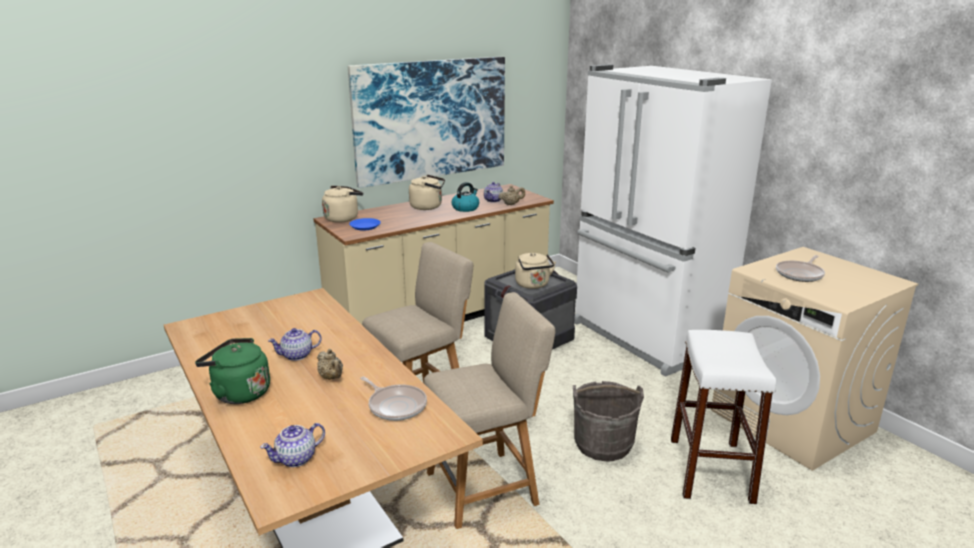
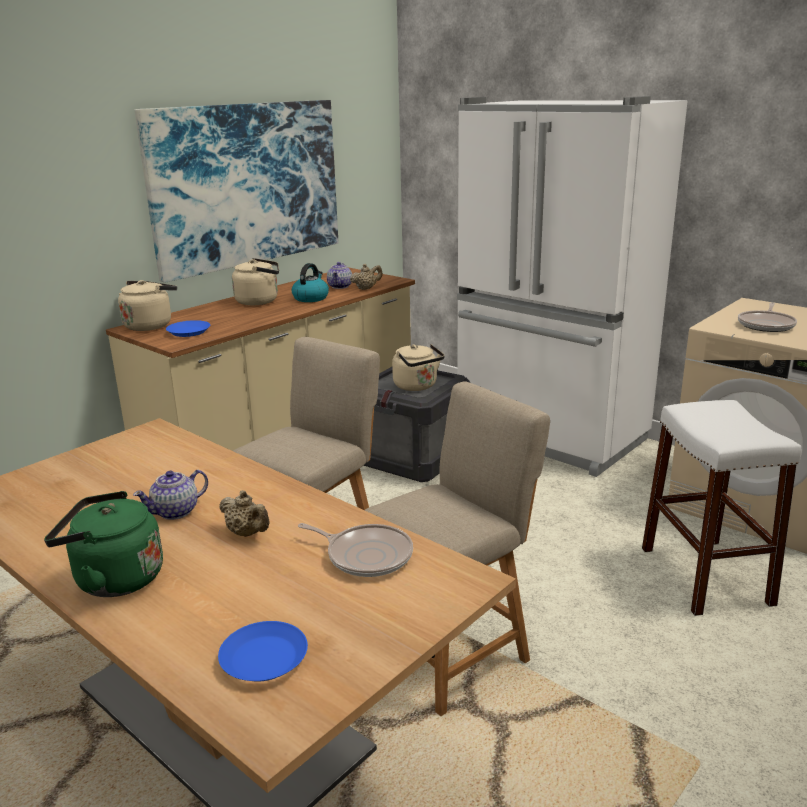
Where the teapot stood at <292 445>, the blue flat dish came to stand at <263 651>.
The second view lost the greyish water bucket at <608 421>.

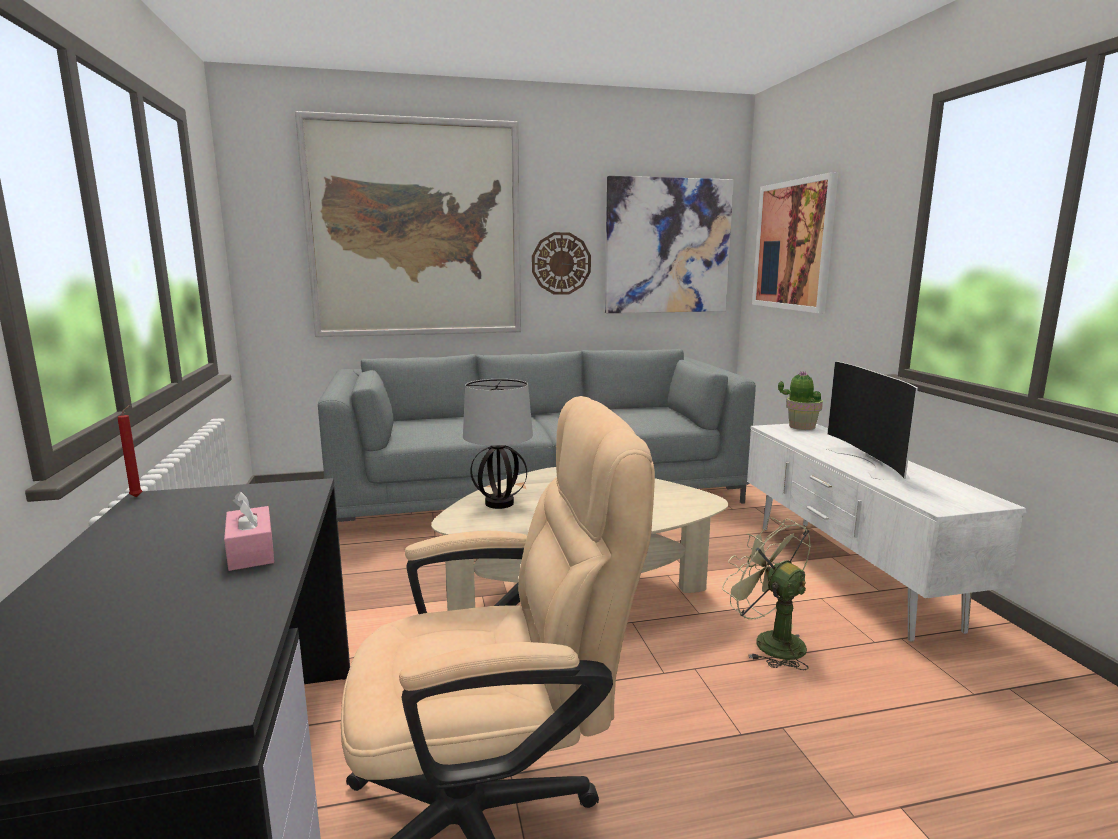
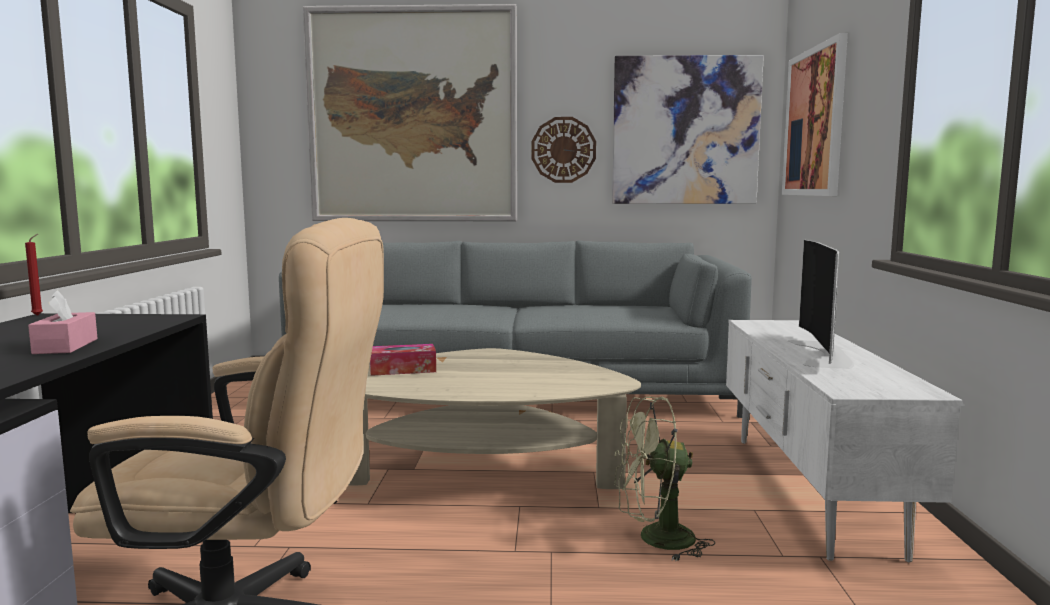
Where the lamp for a table stood at <498 444>, the tissue box came to stand at <403 360>.
The green fan at <766 593> ended up facing another way, 75 degrees counterclockwise from before.
The second view lost the houseplant at <800 401>.

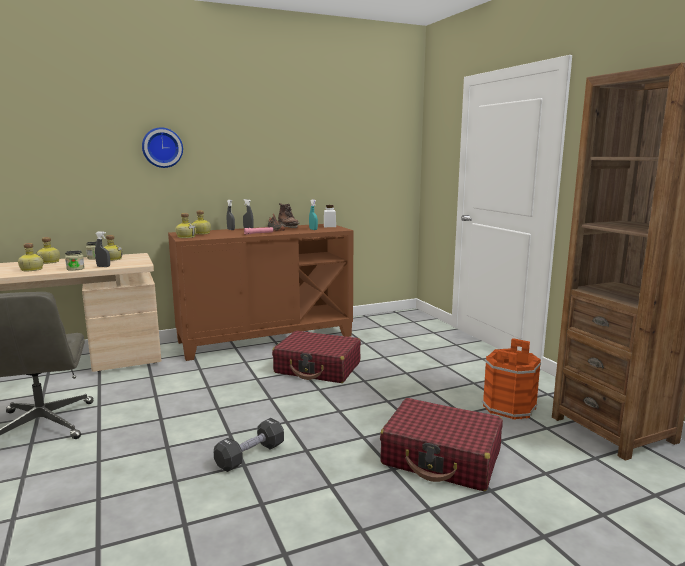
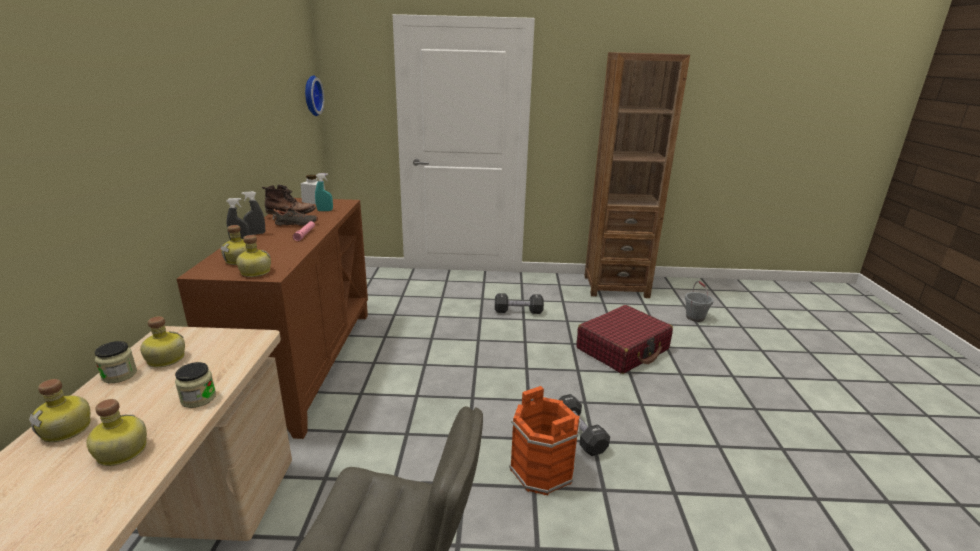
The second view lost the greyish hand sprayer at <102 249>.
The wall clock ended up elsewhere, having gone from <162 147> to <314 95>.
The second view lost the red-coloured travel case at <316 357>.
The orange water bucket ended up elsewhere, having gone from <511 379> to <545 440>.
The second view gained the black-coloured hand weight at <519 303>.
The second view gained the greyish water bucket at <699 301>.

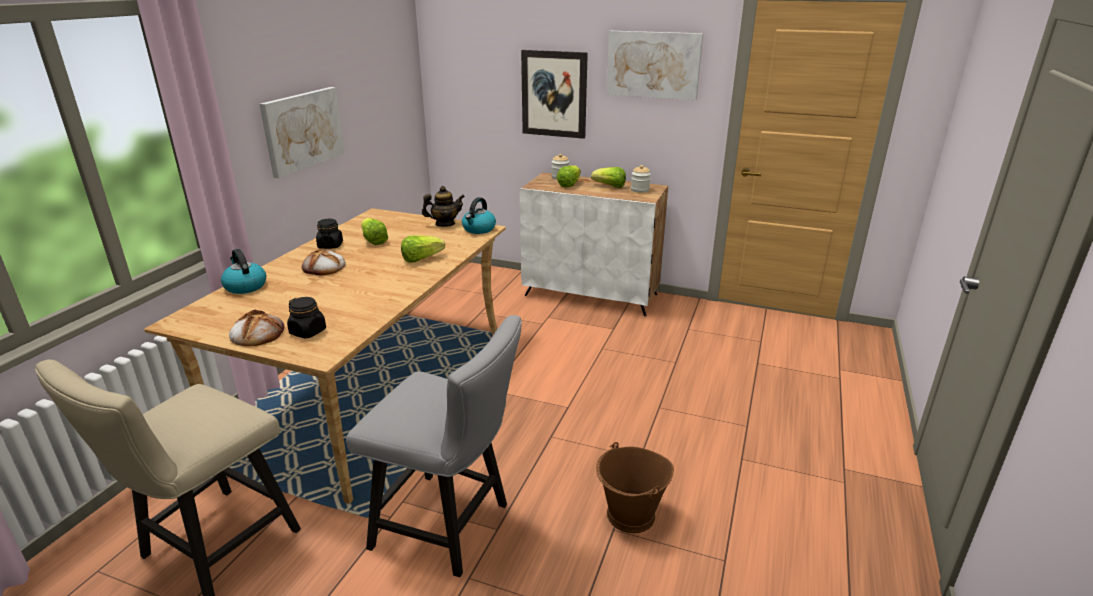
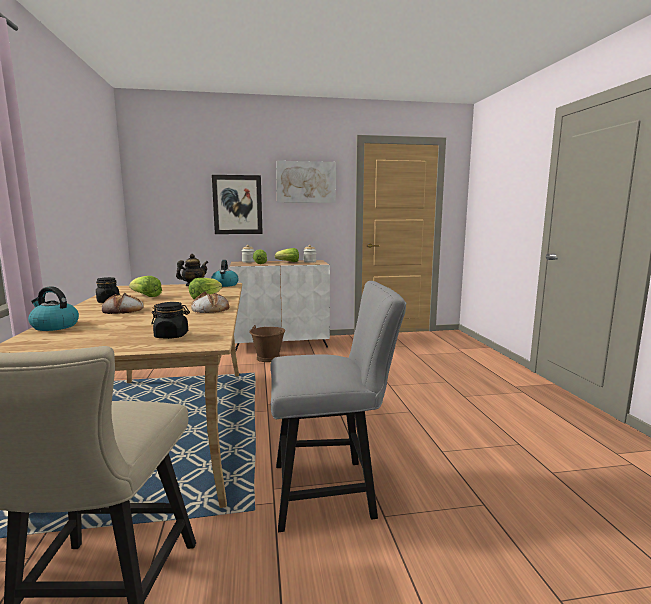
The baked bread ended up elsewhere, having gone from <256 327> to <210 302>.
The second view lost the picture at <302 132>.
The brownish water bucket ended up elsewhere, having gone from <635 487> to <267 343>.

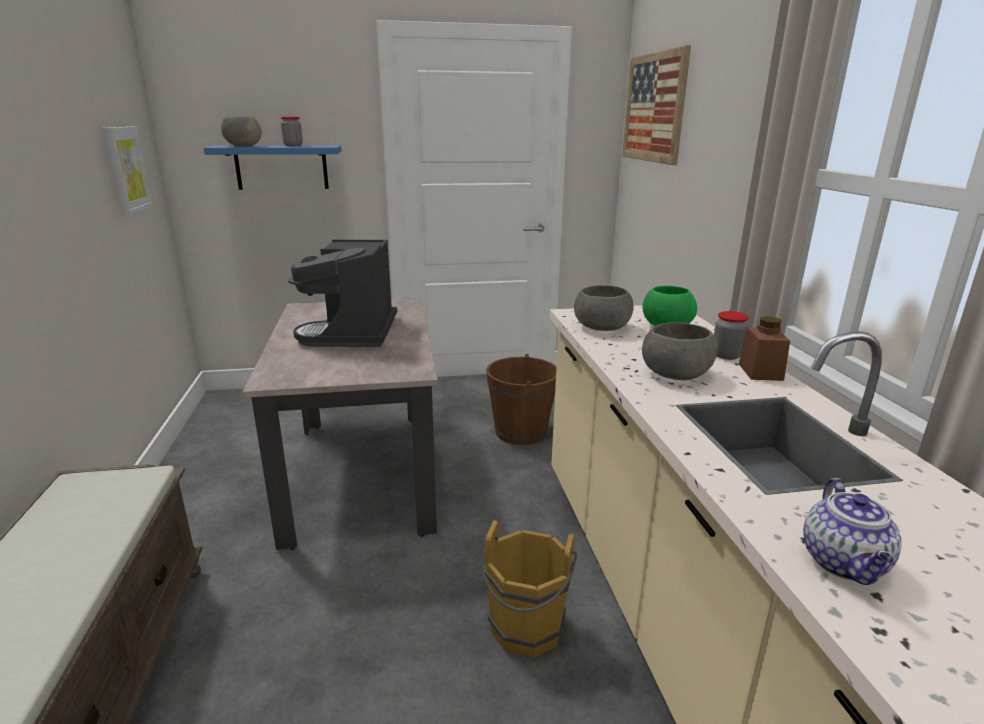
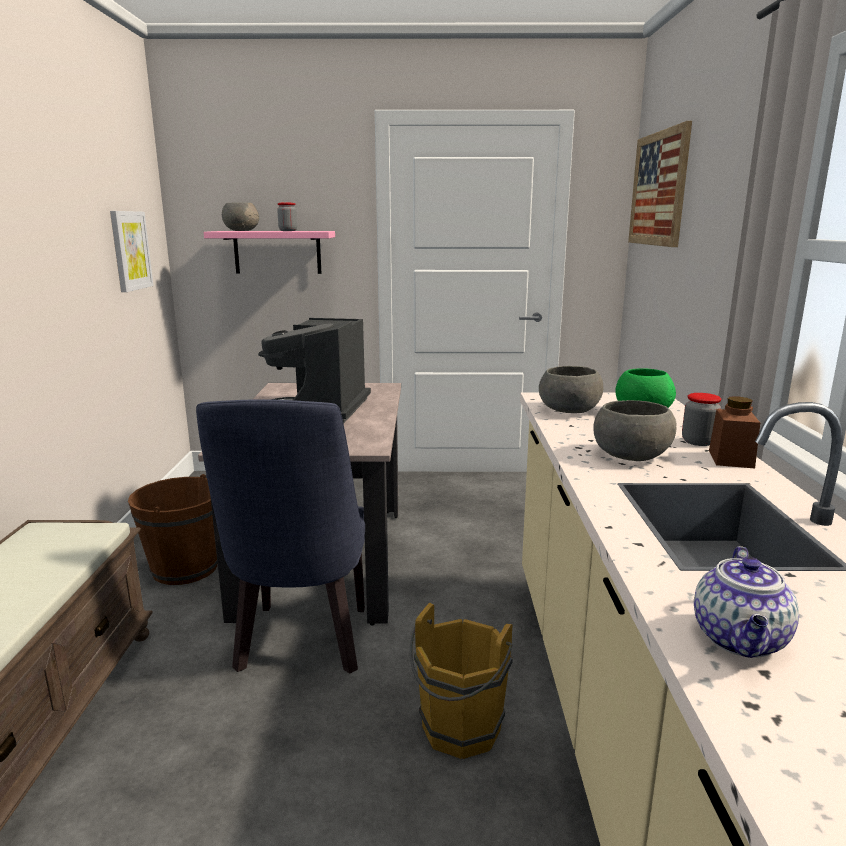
What was the blue bracket shelf at <272 167> turned into the pink-coloured bracket shelf at <269 252>.
The brownish water bucket ended up elsewhere, having gone from <521 399> to <172 529>.
The second view gained the blue chair at <280 536>.

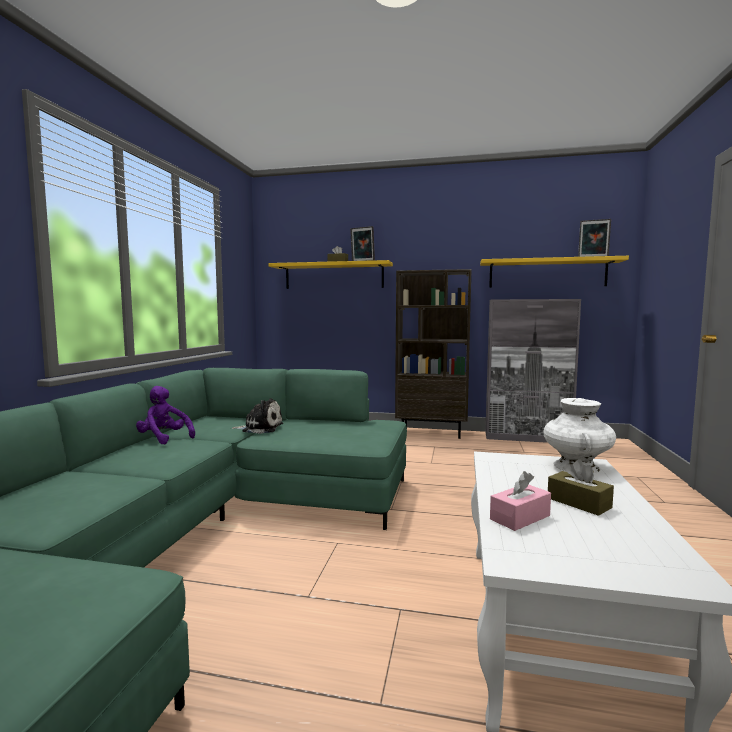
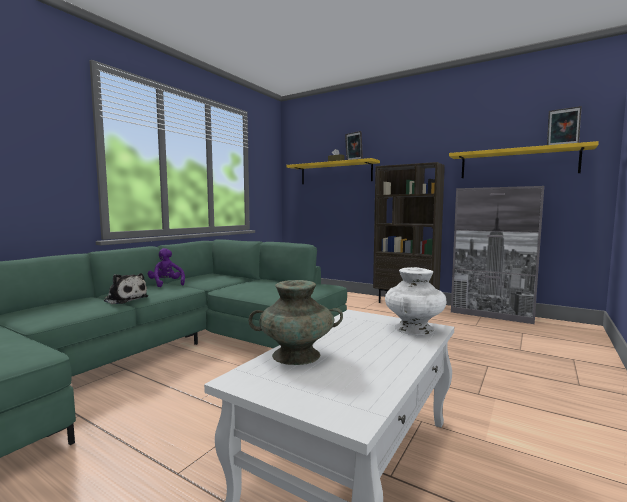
The cuddly toy ended up elsewhere, having gone from <257 416> to <126 288>.
Where the pink-coloured tissue box stood at <520 501>, the blue-green vase came to stand at <295 322>.
The second view lost the brownish tissue box at <581 488>.

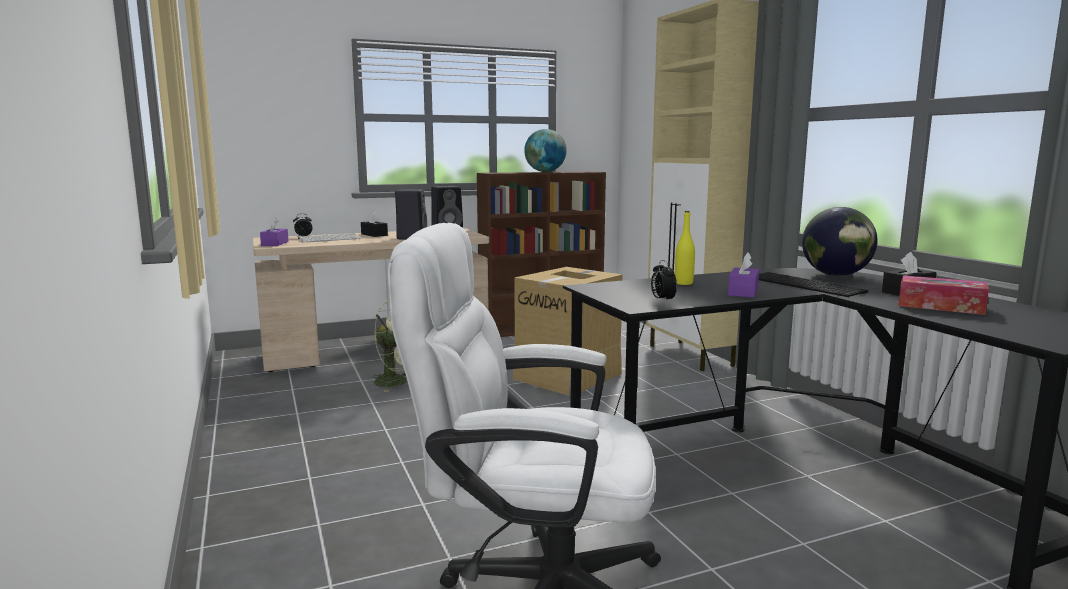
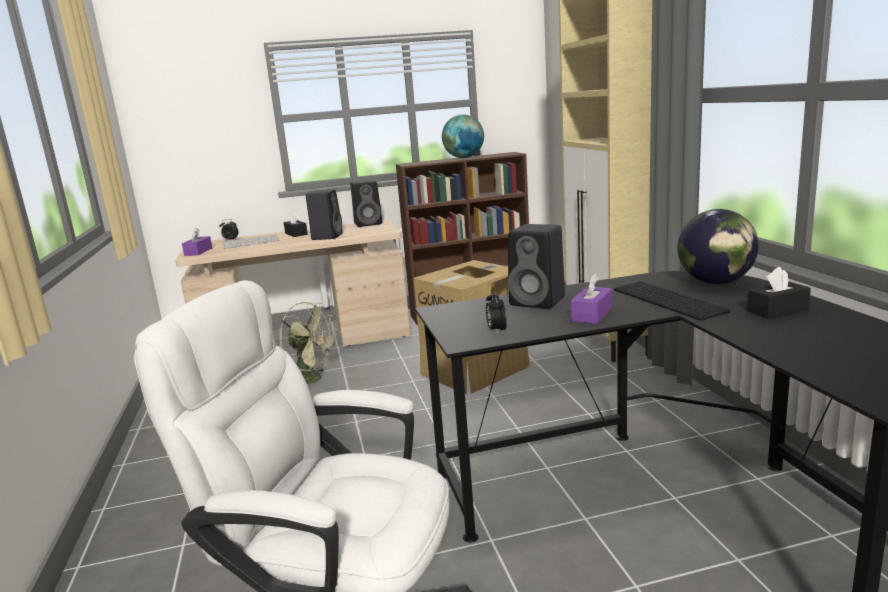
Where the yellow-coloured bottle stood at <685 248>, the black-coloured loudspeaker came to stand at <536 266>.
The second view lost the tissue box at <943 295>.

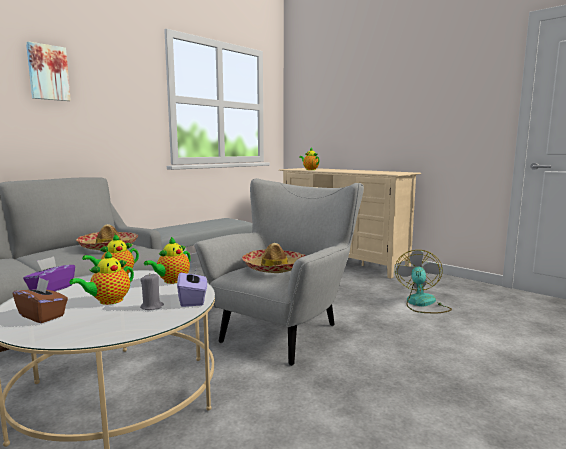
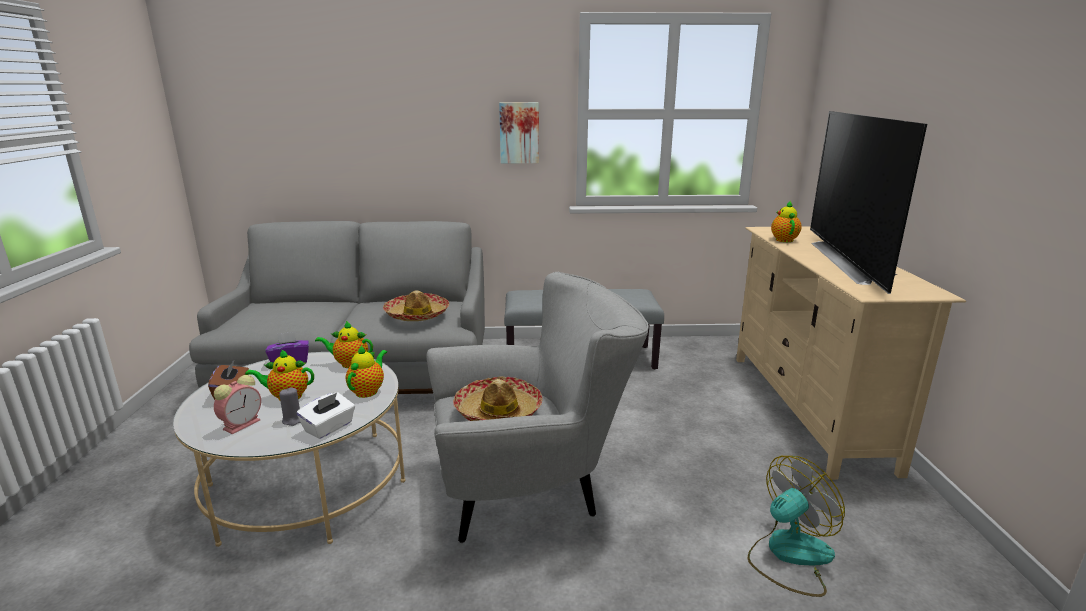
The picture ended up elsewhere, having gone from <48 71> to <519 132>.
The teapot at <167 260> ended up facing another way, 120 degrees clockwise from before.
What was the purplish tissue box at <192 287> turned into the whitish tissue box at <326 415>.
The second view gained the bedside clock at <237 404>.
The second view gained the television at <868 202>.

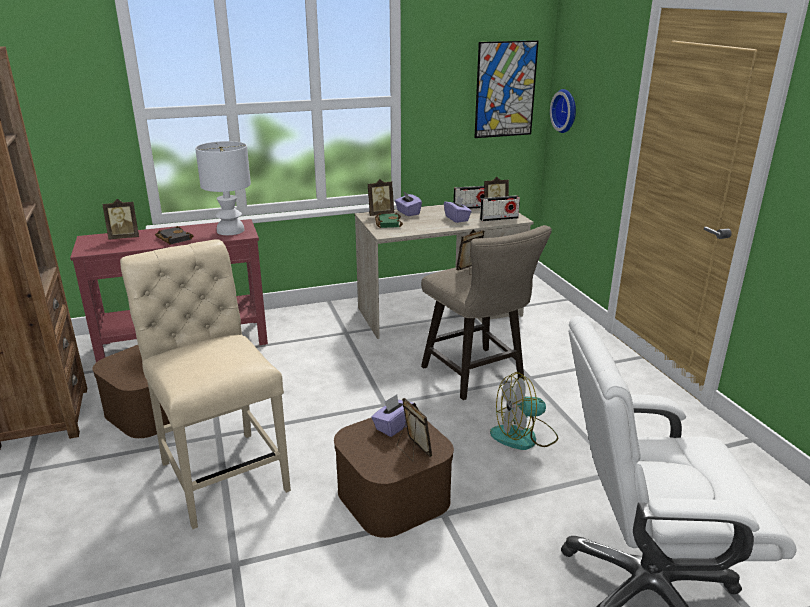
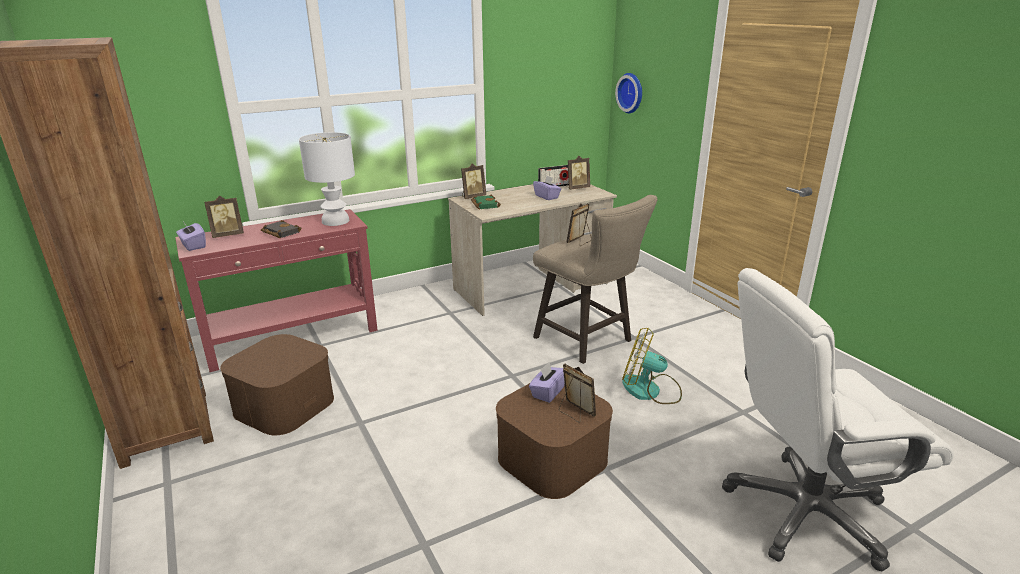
The second view lost the beige chair at <205 384>.
The purplish tissue box ended up elsewhere, having gone from <408 203> to <191 236>.
The second view lost the picture at <506 89>.
The second view lost the radio set at <500 208>.
The fan at <524 411> ended up facing another way, 45 degrees clockwise from before.

